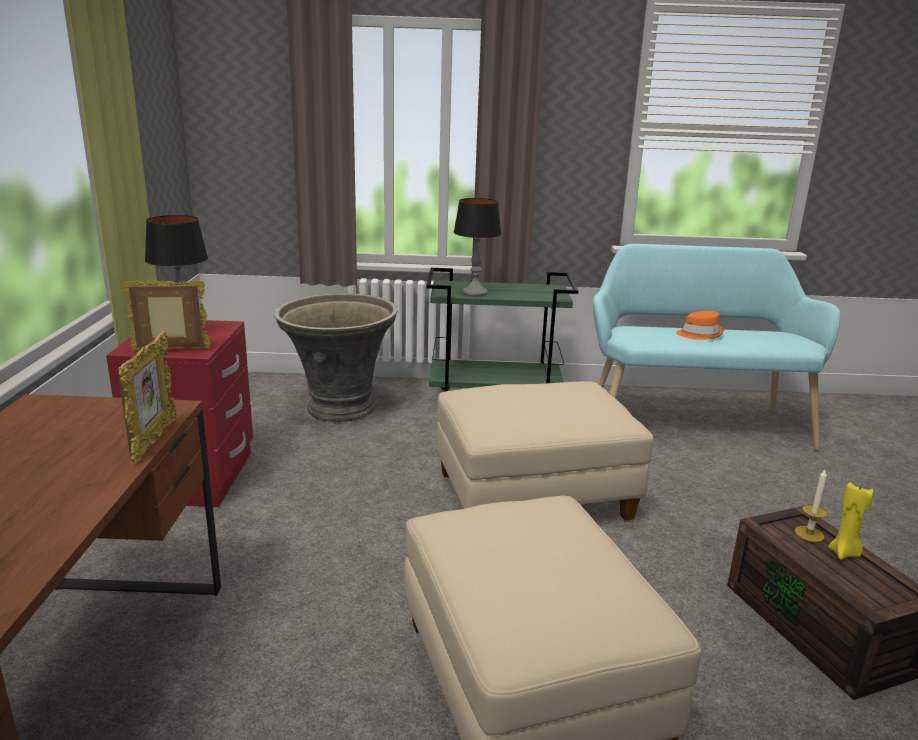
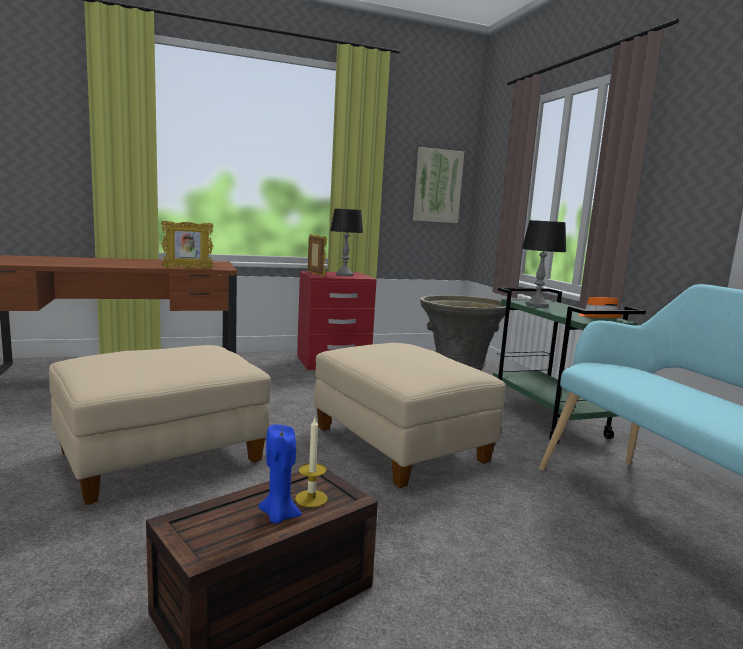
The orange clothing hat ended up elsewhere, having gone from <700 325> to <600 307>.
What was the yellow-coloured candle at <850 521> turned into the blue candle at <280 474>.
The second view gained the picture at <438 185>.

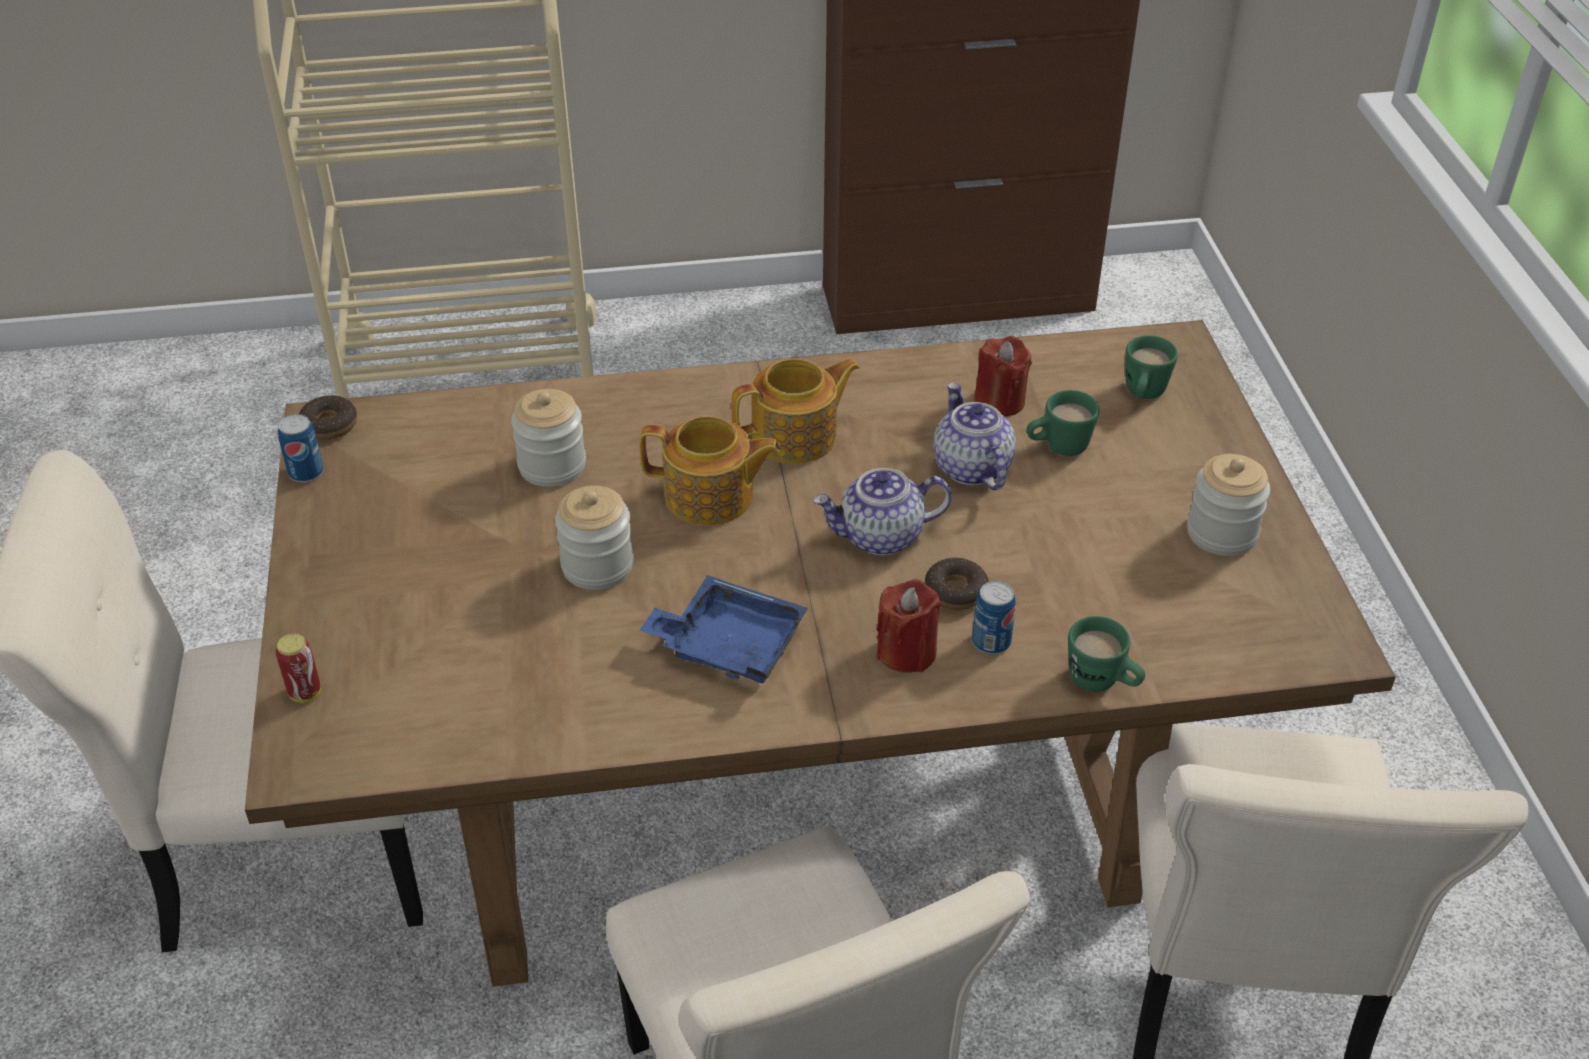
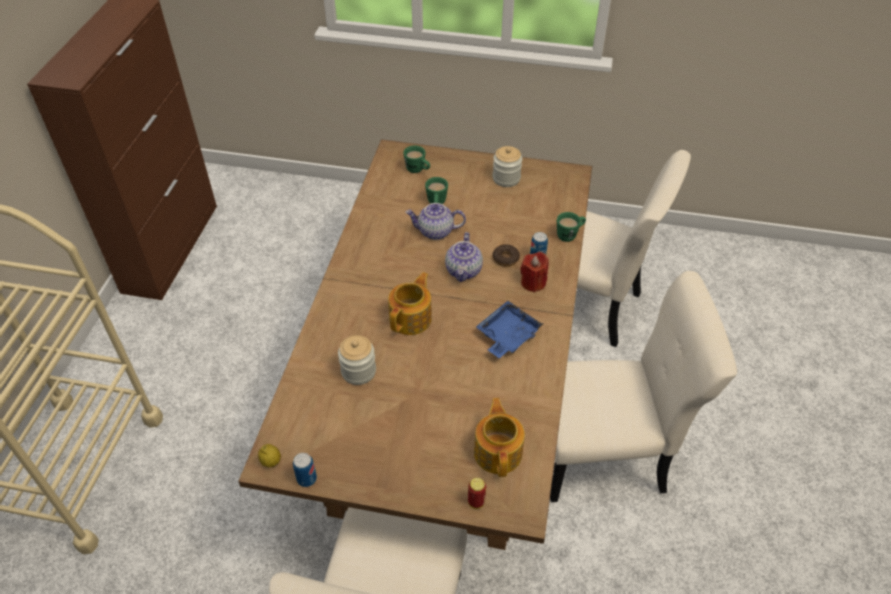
Where the doughnut stood at <328 417>, the whole lemon came to stand at <269 455>.
The second view lost the preserve jar at <594 538>.
The teapot ended up elsewhere, having gone from <795 411> to <499 437>.
The second view lost the red-coloured candle at <1003 376>.

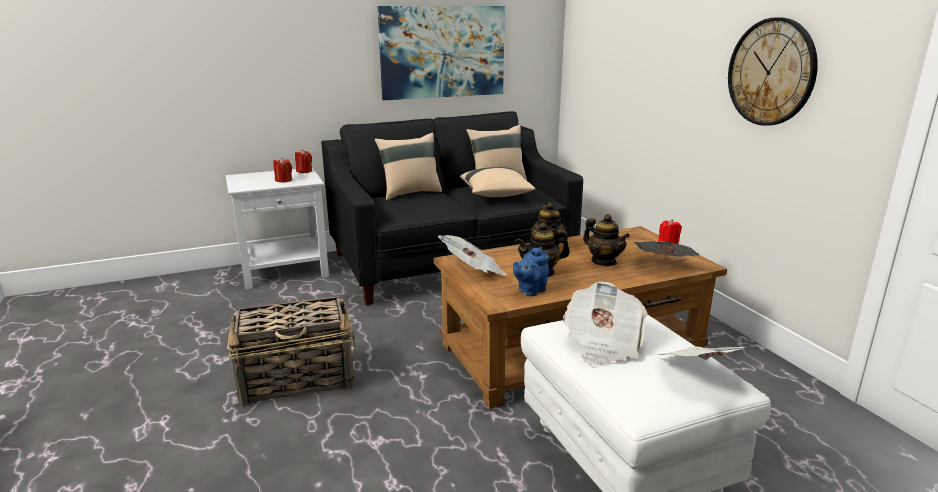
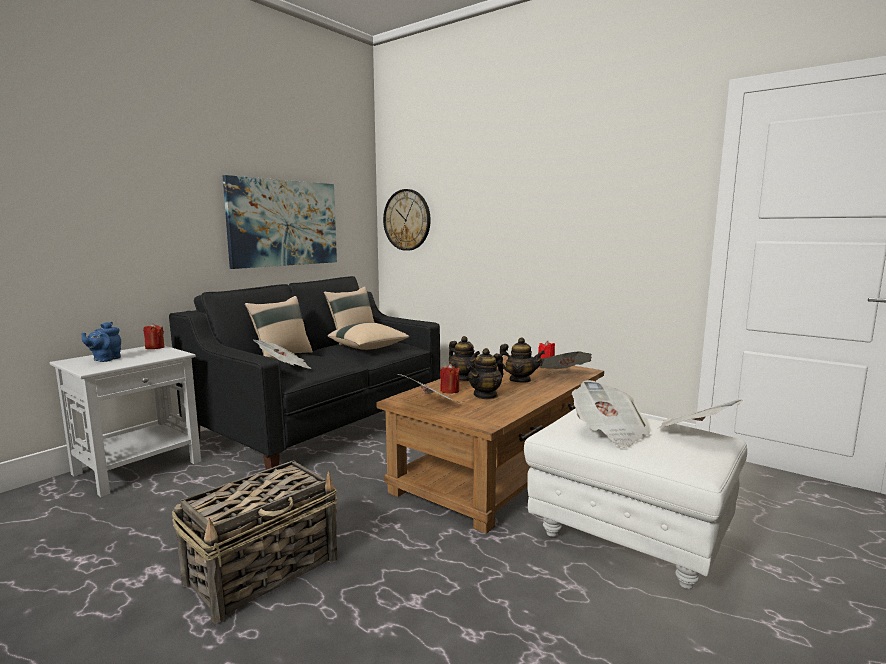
The red-coloured candle ended up elsewhere, having gone from <282 169> to <450 379>.
The blue teapot ended up elsewhere, having gone from <531 271> to <101 342>.
The wall clock ended up elsewhere, having gone from <773 71> to <407 220>.
The second view gained the printed paper at <282 354>.

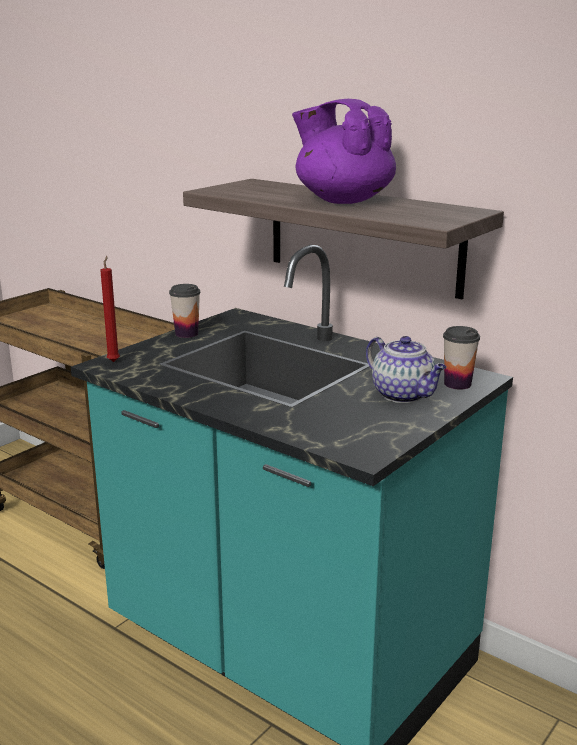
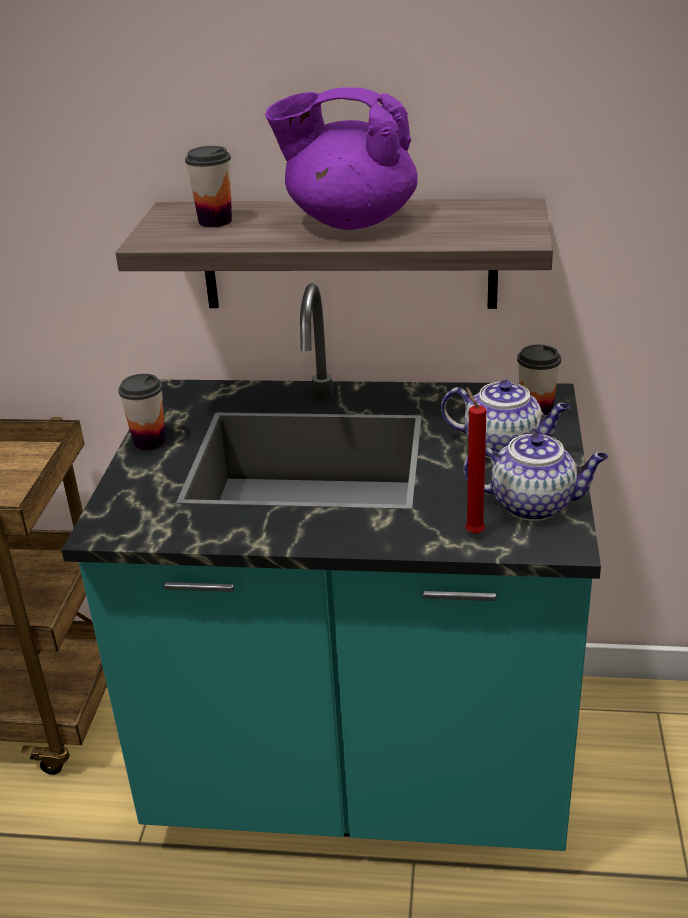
The red-coloured candle ended up elsewhere, having gone from <110 309> to <475 460>.
The second view gained the drinking cup at <208 186>.
The second view gained the teapot at <536 477>.

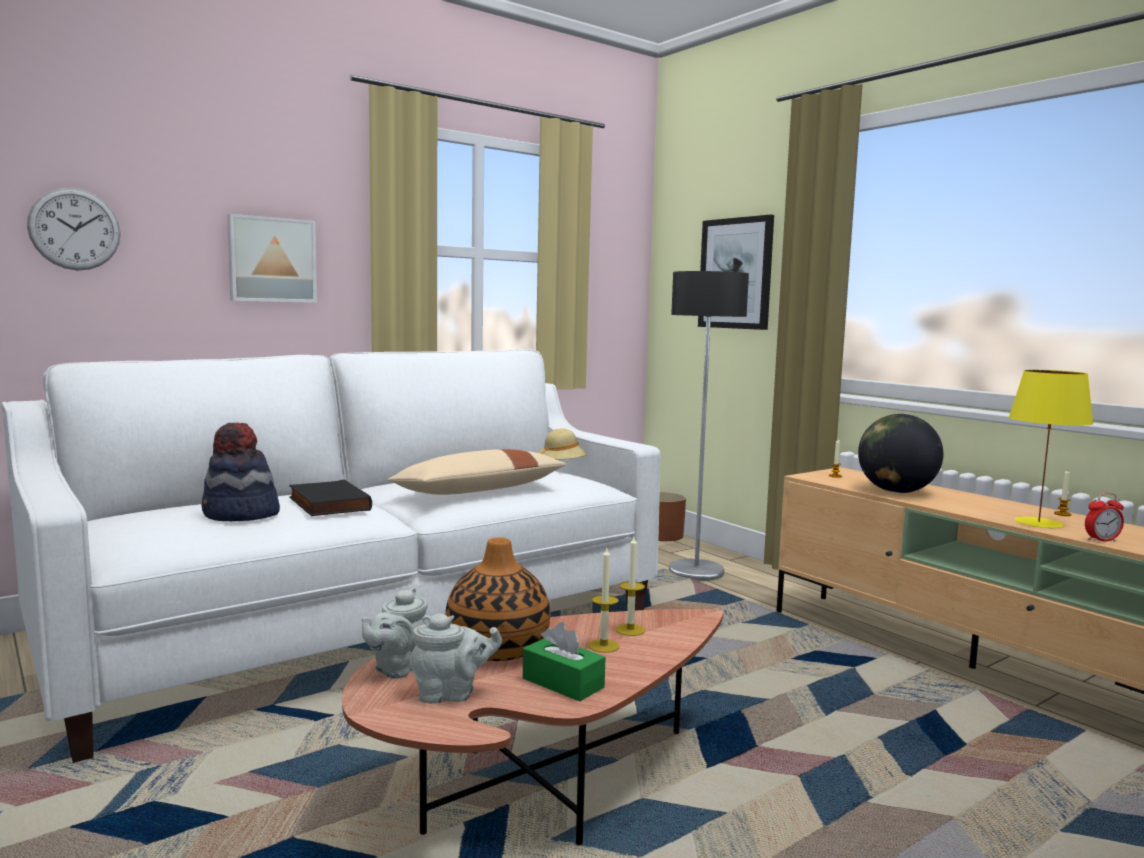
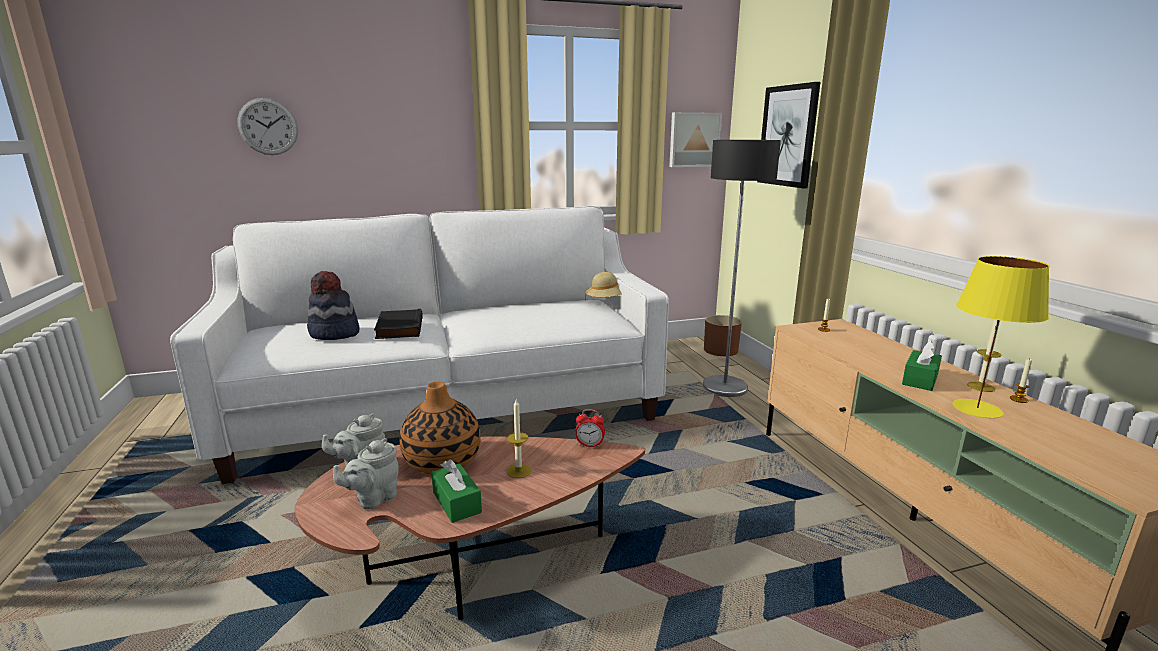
The picture ended up elsewhere, having gone from <272 258> to <695 139>.
The second view lost the beige pillow at <477 472>.
The greyish teapot at <456 658> ended up facing another way, 120 degrees clockwise from before.
The candle ended up elsewhere, having gone from <630 586> to <984 355>.
The second view lost the globe at <900 453>.
The bedside clock ended up elsewhere, having gone from <1104 517> to <590 428>.
The second view gained the green tissue box at <922 365>.

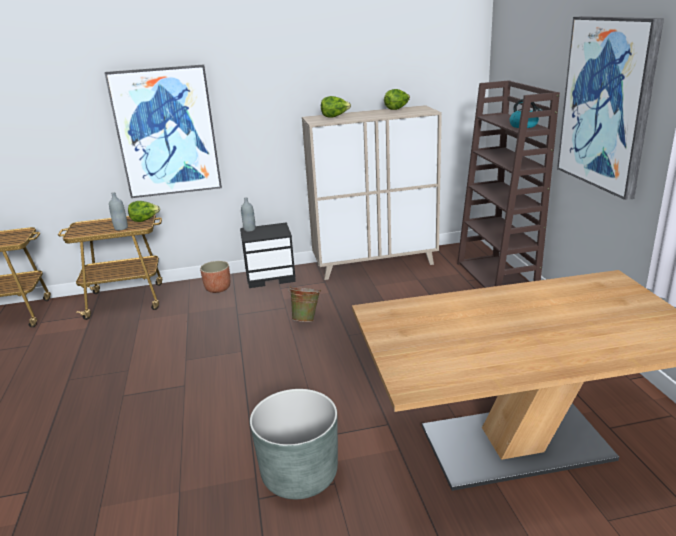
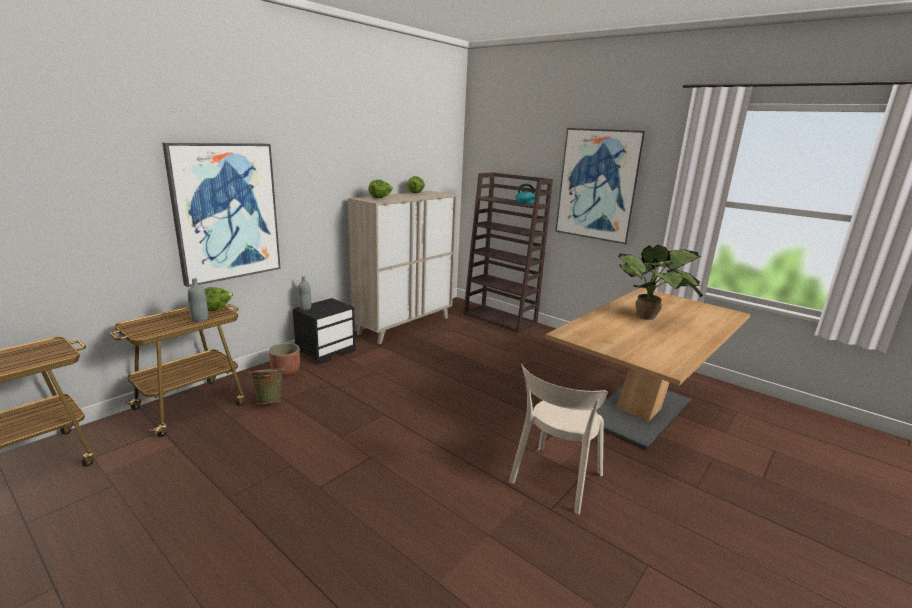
Where the greyish planter stood at <294 444>, the beige chair came to stand at <558 439>.
The green water bucket ended up elsewhere, having gone from <304 304> to <267 385>.
The second view gained the houseplant at <660 282>.

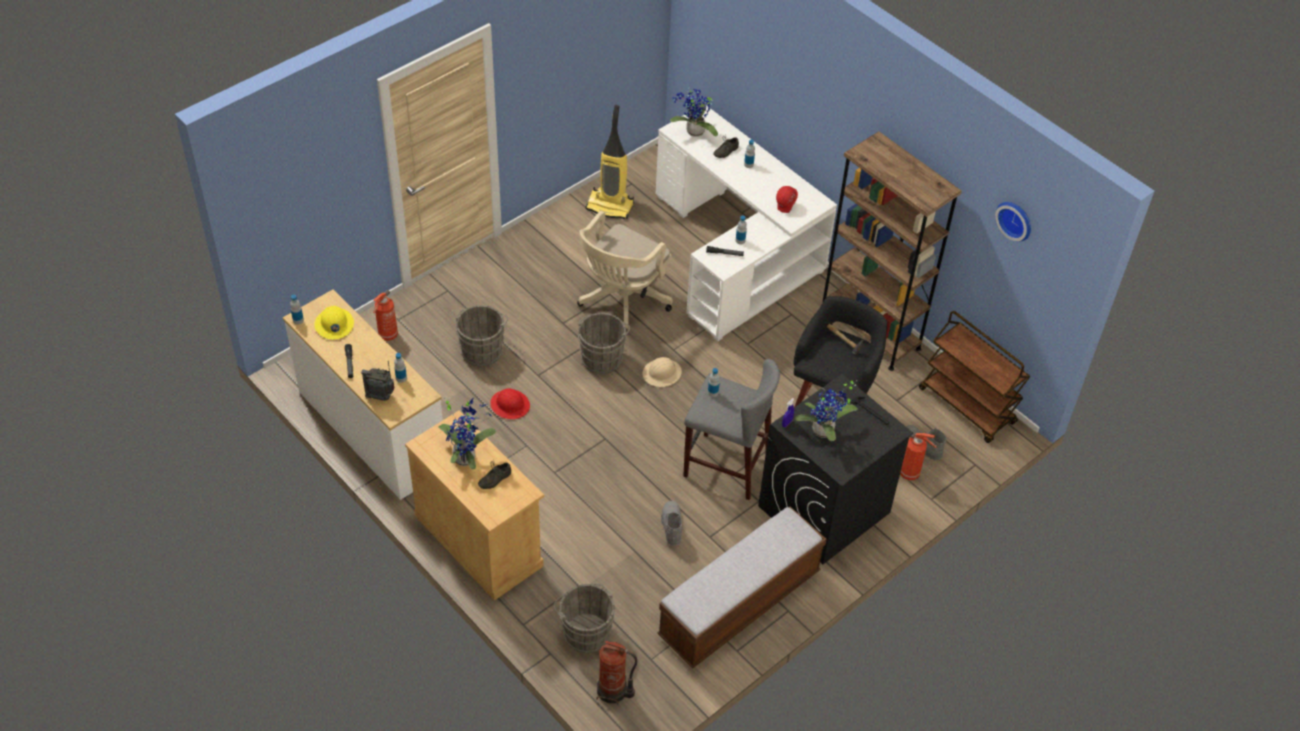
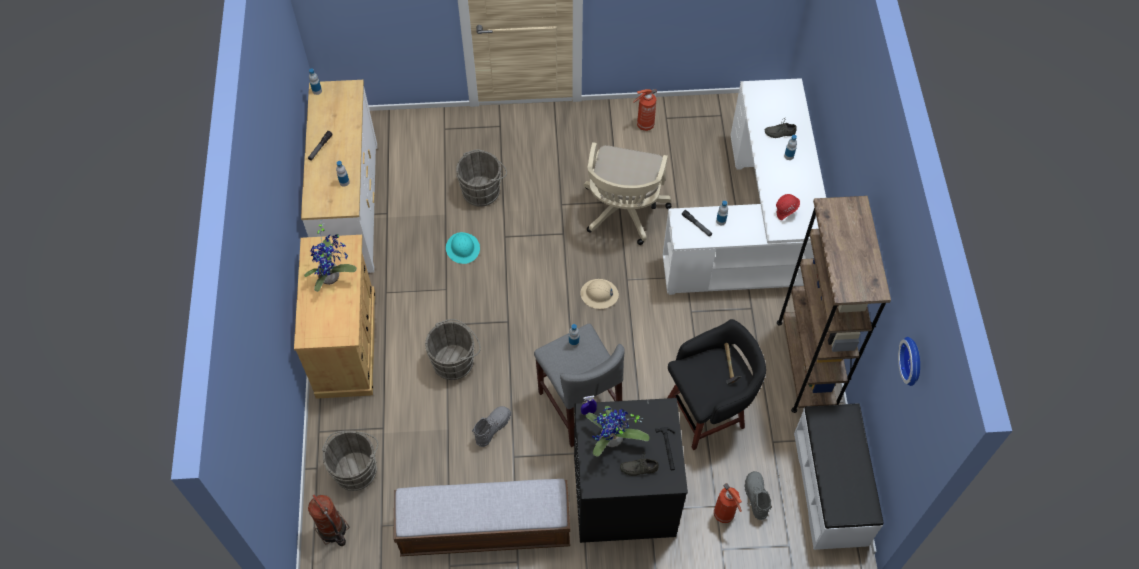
The second view lost the yellow-coloured safety helmet at <334 323>.
The second view lost the radio set at <378 381>.
The fire-fighting cylinder ended up elsewhere, having gone from <385 315> to <645 110>.
The greyish item of footwear ended up elsewhere, having gone from <494 476> to <639 464>.
What was the red-coloured safety helmet at <510 404> turned into the blue-green safety helmet at <463 248>.
The beige office chair at <625 270> ended up facing another way, 60 degrees counterclockwise from before.
The greyish water bucket ended up elsewhere, having gone from <604 343> to <453 349>.
The second view lost the vacuum cleaner at <610 162>.
The second view lost the houseplant at <694 112>.
Where the brownish cart stood at <974 377>, the whitish indoor bench came to stand at <839 476>.

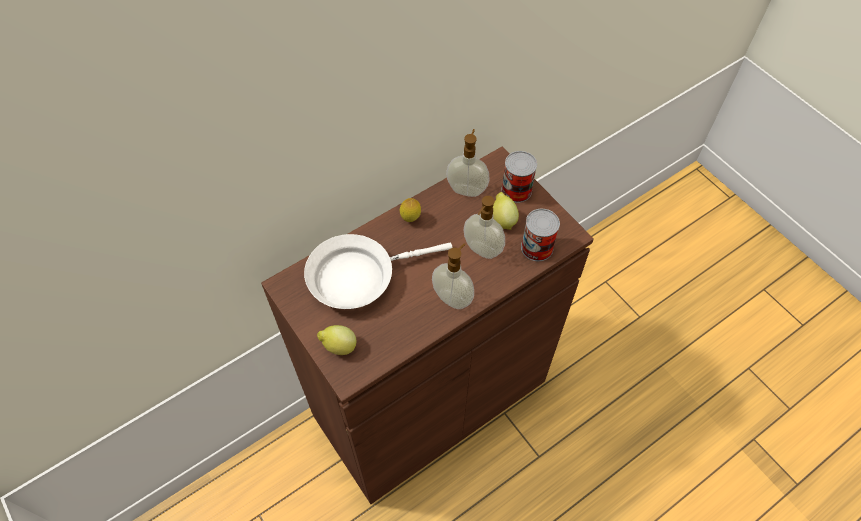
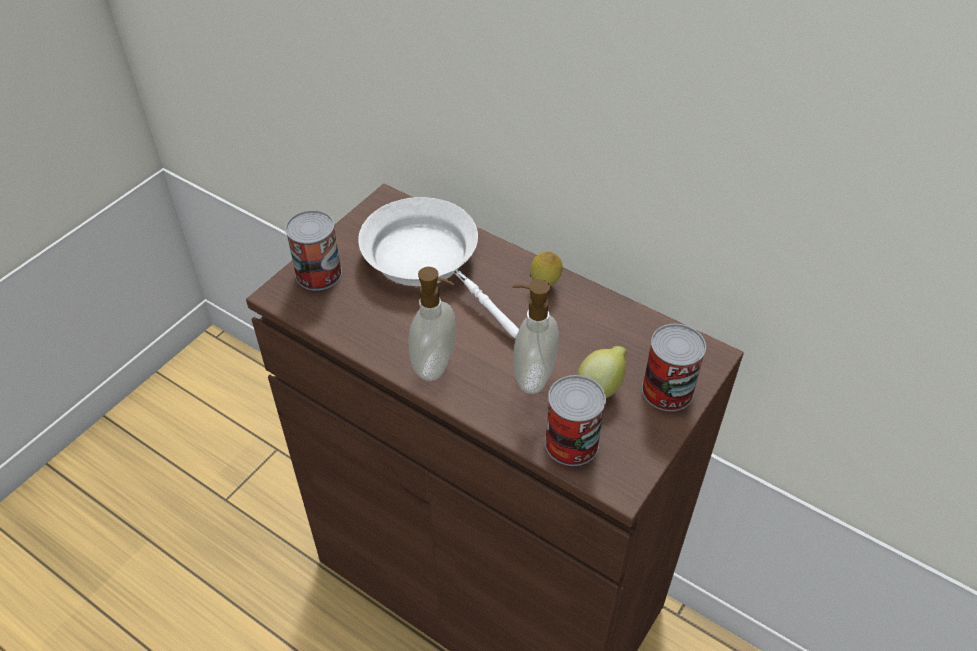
Where the whole lemon stood at <336 340>, the can came to stand at <313 250>.
The second view lost the liquid soap bottle at <468 163>.

